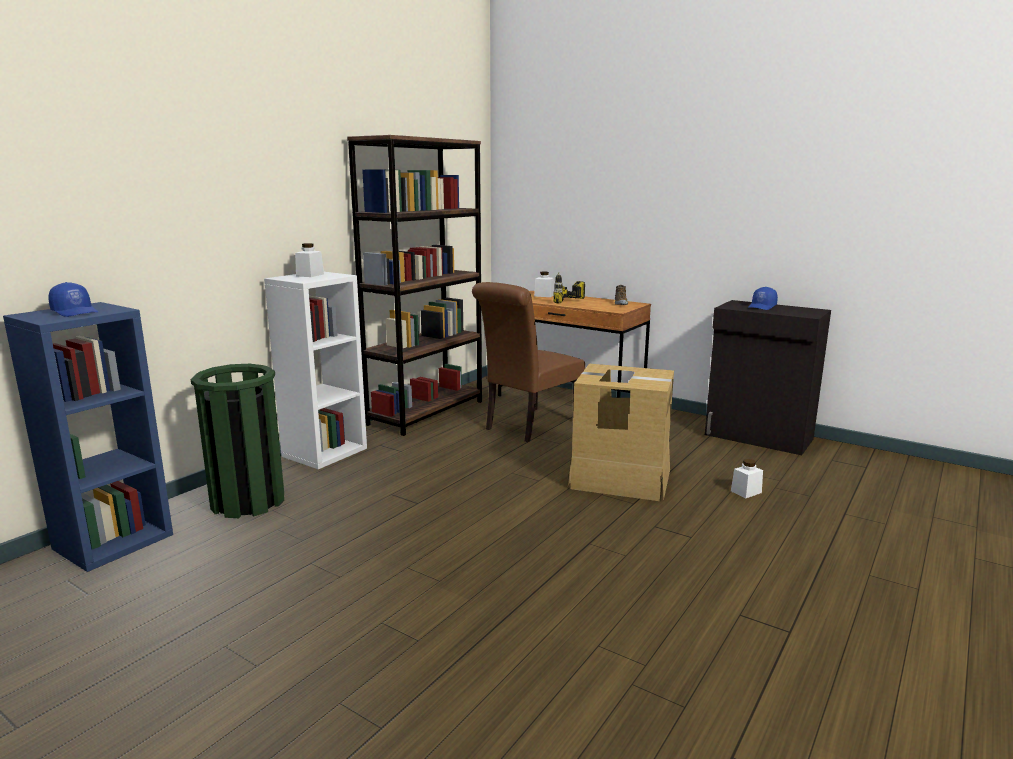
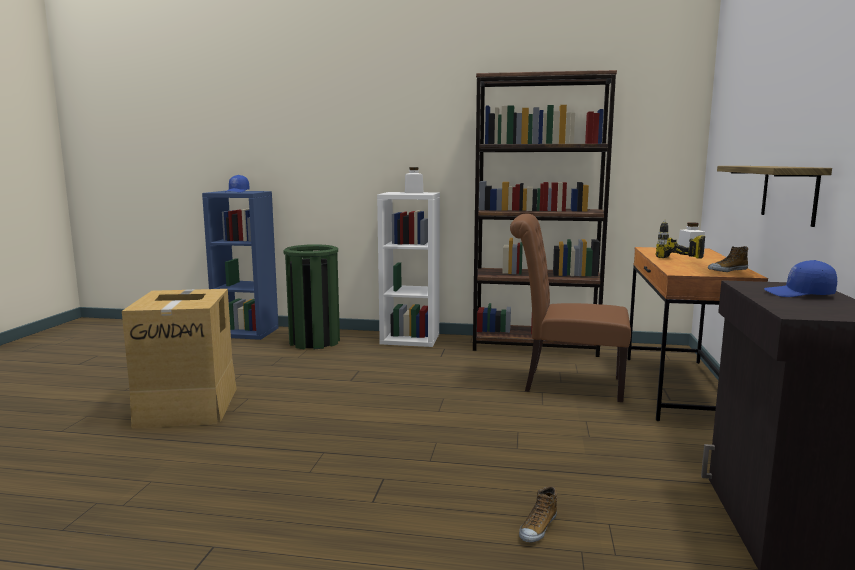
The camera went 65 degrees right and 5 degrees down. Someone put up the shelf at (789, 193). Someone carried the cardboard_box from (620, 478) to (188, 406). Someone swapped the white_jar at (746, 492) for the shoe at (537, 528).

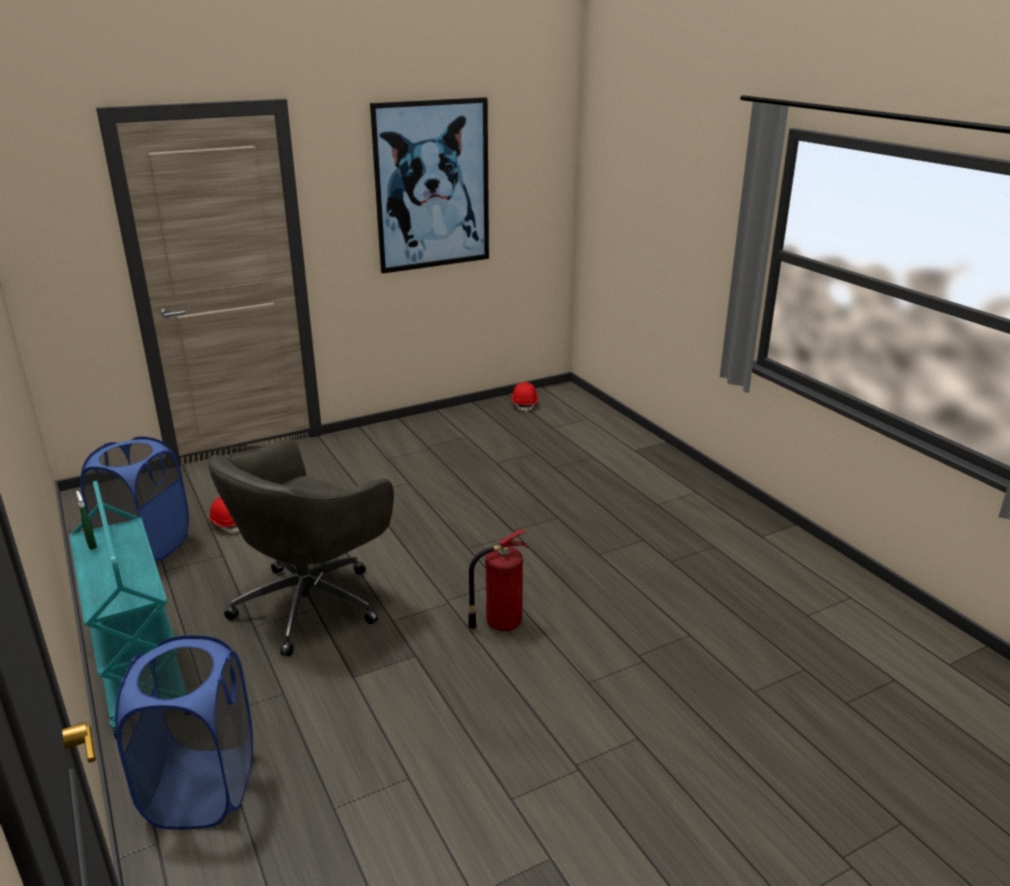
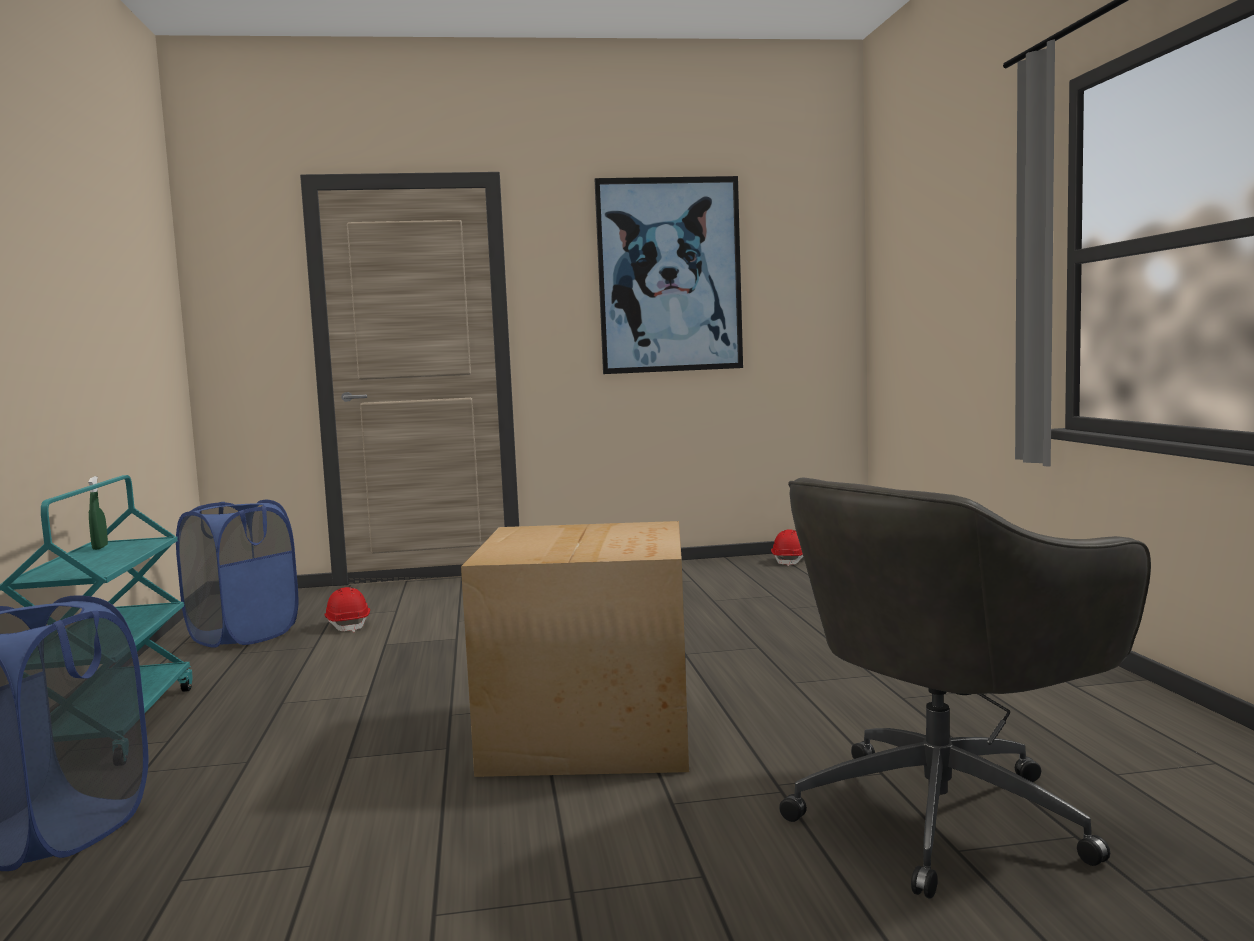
The camera went 20 degrees right and 20 degrees down. Someone carried the grey_office_chair from (311, 603) to (946, 815). Someone swapped the fire_extinguisher at (501, 623) for the cardboard_box at (593, 731).

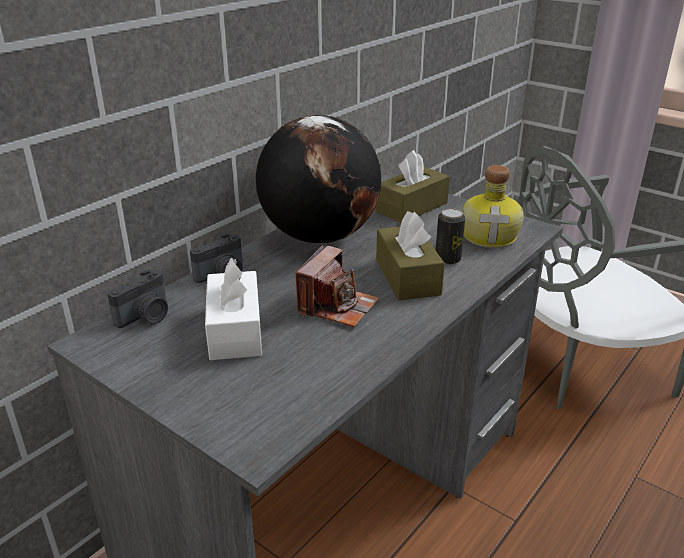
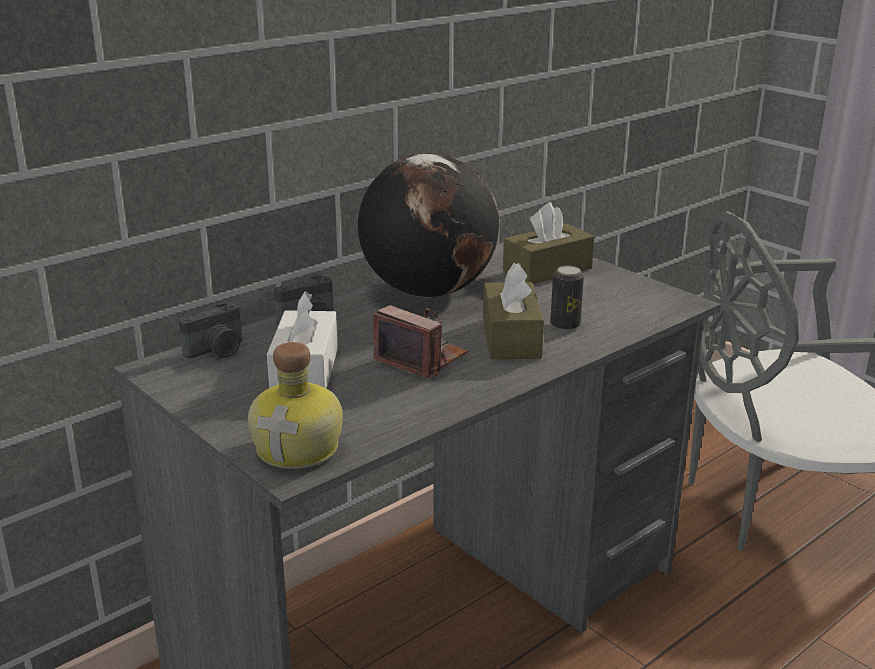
The camera went 10 degrees right and 5 degrees down. Someone carried the bottle from (491, 236) to (300, 448). Someone rotated the photo_camera at (337, 306) by 90 degrees counterclockwise.

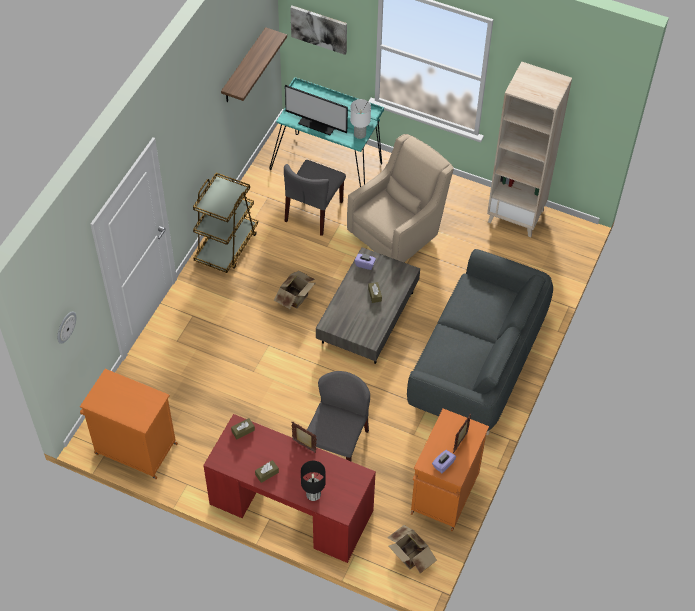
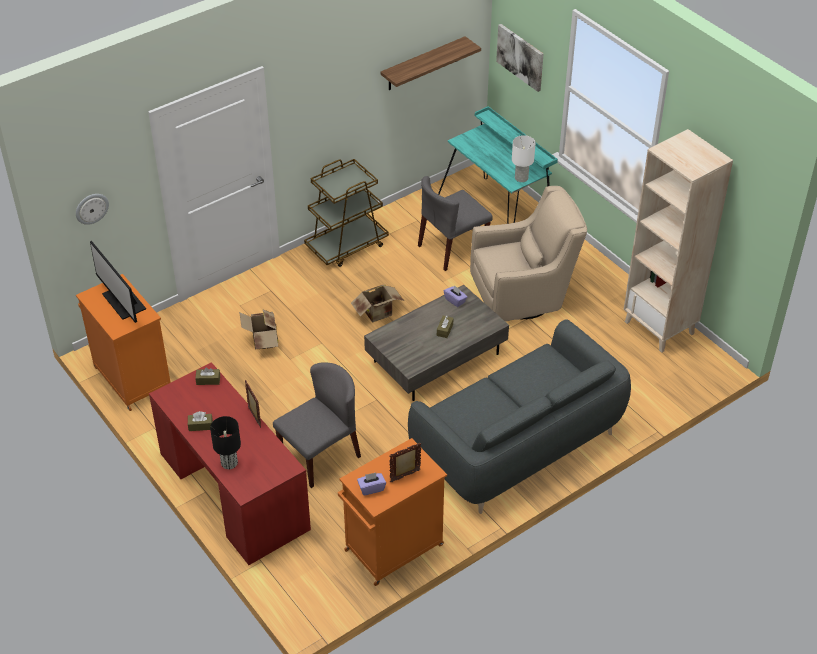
The camera went 30 degrees right and 10 degrees down. Someone carried the monitor from (318, 123) to (123, 302). Someone carried the cardboard_box from (409, 557) to (262, 341).

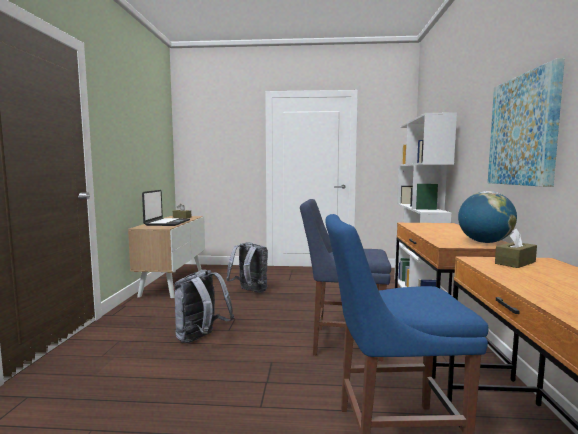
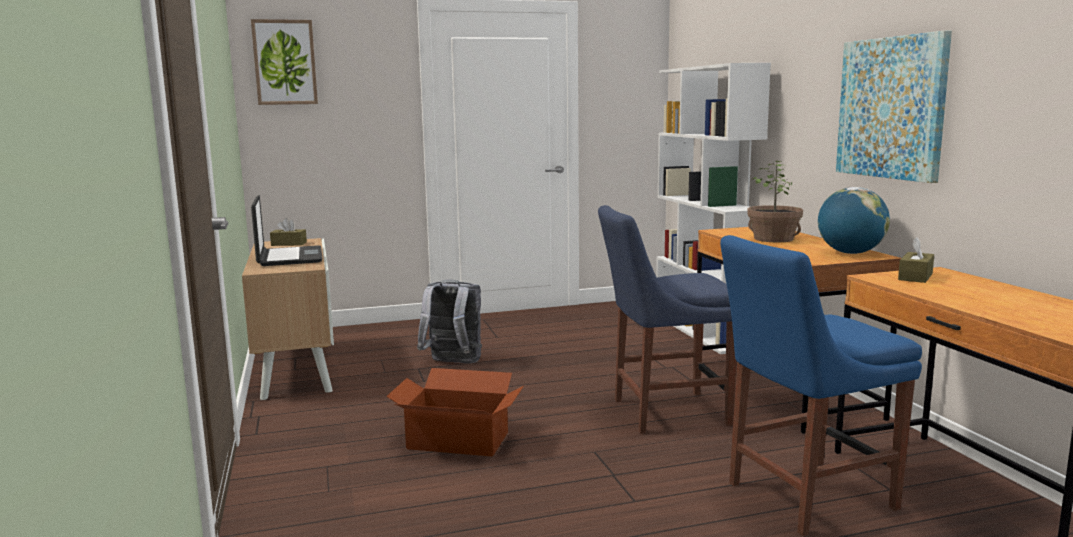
The camera went 20 degrees left and 5 degrees up. Someone put up the picture at (285, 62). Someone put down the potted_plant at (773, 239). Someone swapped the grey_backpack at (201, 338) for the cardboard_box at (458, 441).

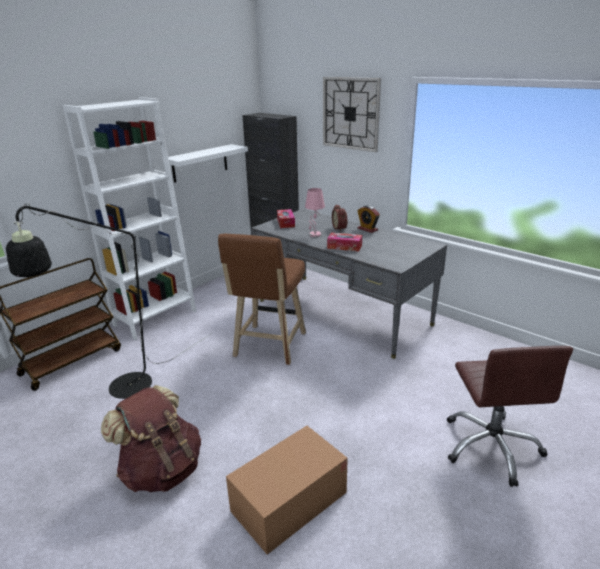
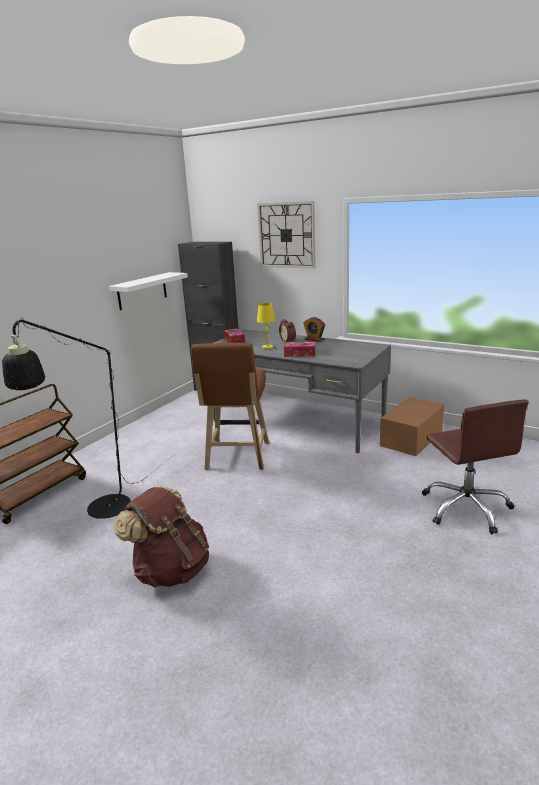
The camera went 10 degrees left and 5 degrees down. Someone took away the white_bookcase at (155, 318). Someone carried the cardboard_box from (289, 501) to (411, 438). Someone repainted the pink_table_lamp at (315, 235), which became the yellow_table_lamp at (267, 347).

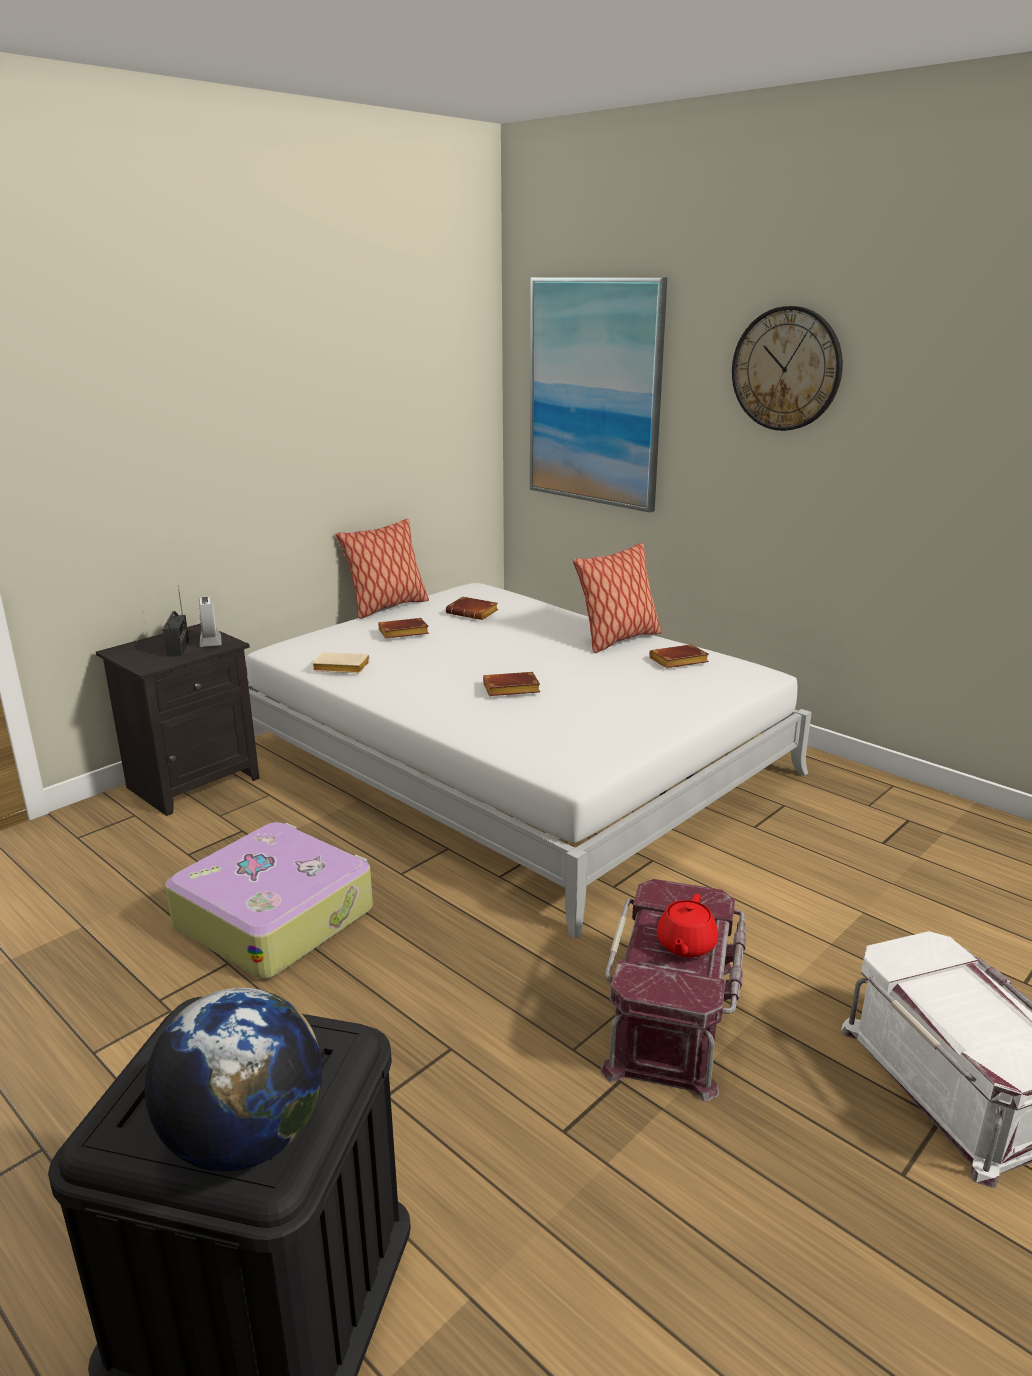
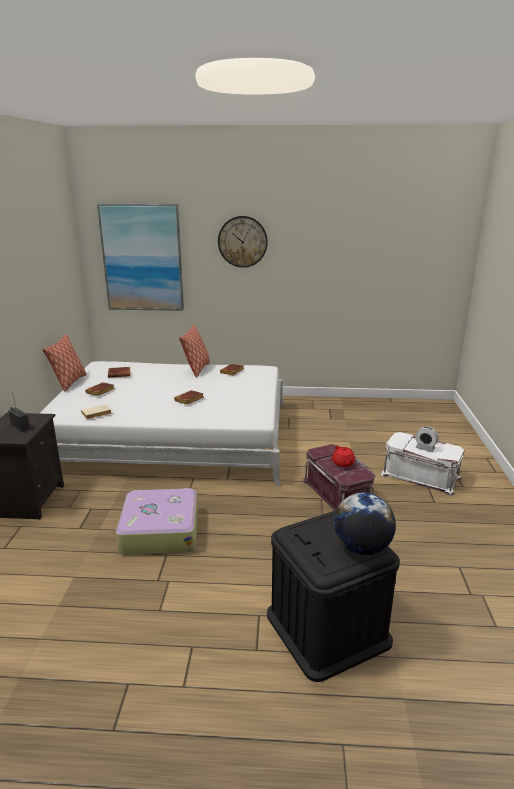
The camera went 40 degrees left and 0 degrees up. Someone carried the alarm_clock from (210, 642) to (425, 448).

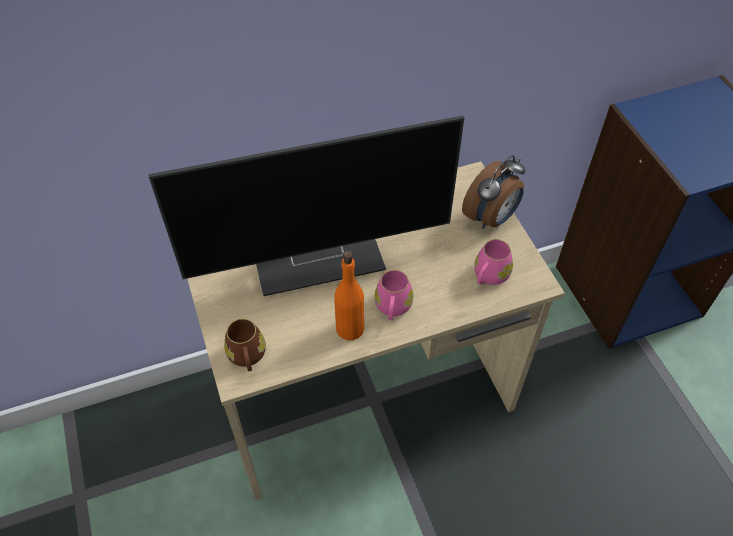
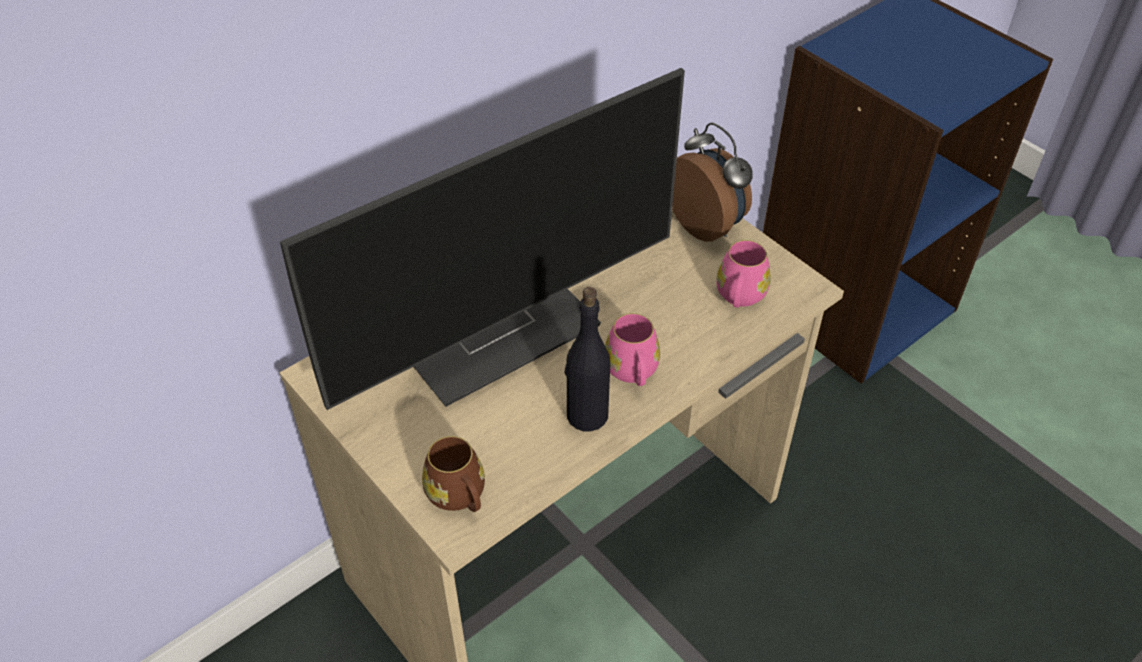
The camera went 20 degrees left and 5 degrees down. Someone repainted the orange_bottle at (349, 328), which became the black_bottle at (586, 415). Someone rotated the alarm_clock at (491, 218) by 60 degrees counterclockwise.

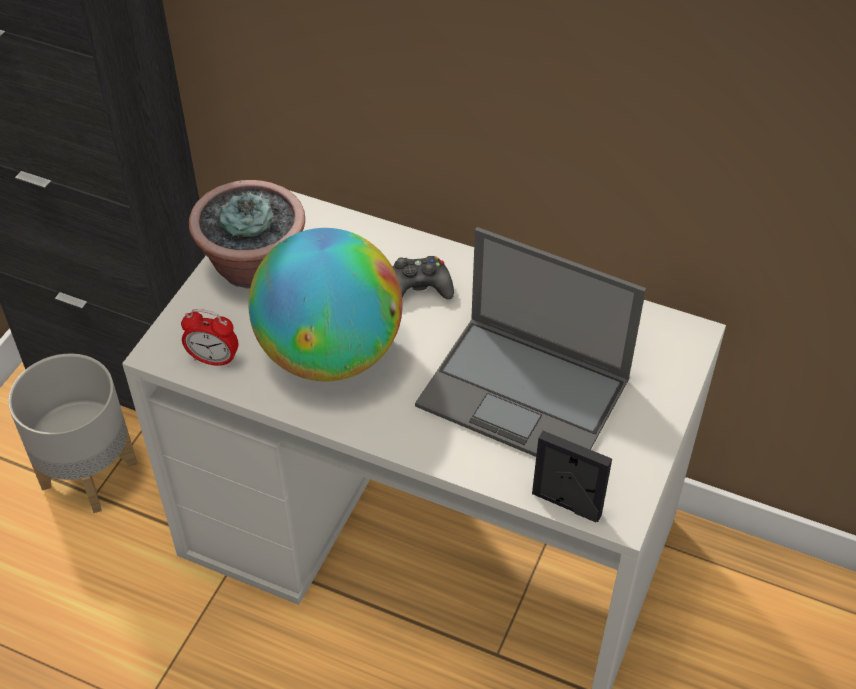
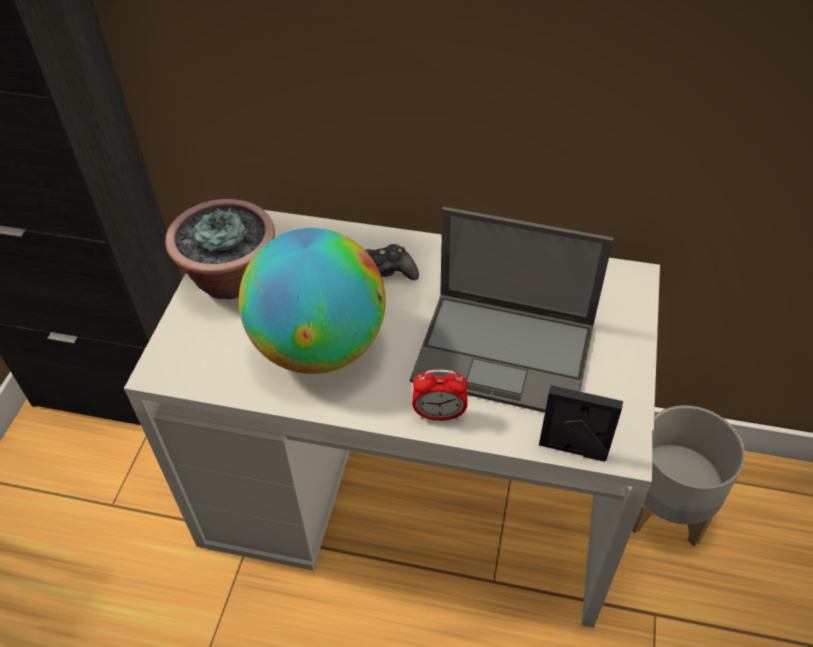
The camera went 10 degrees left and 0 degrees up. Someone carried the grey_planter from (90, 473) to (665, 509). Someone carried the alarm_clock from (214, 359) to (439, 414).

